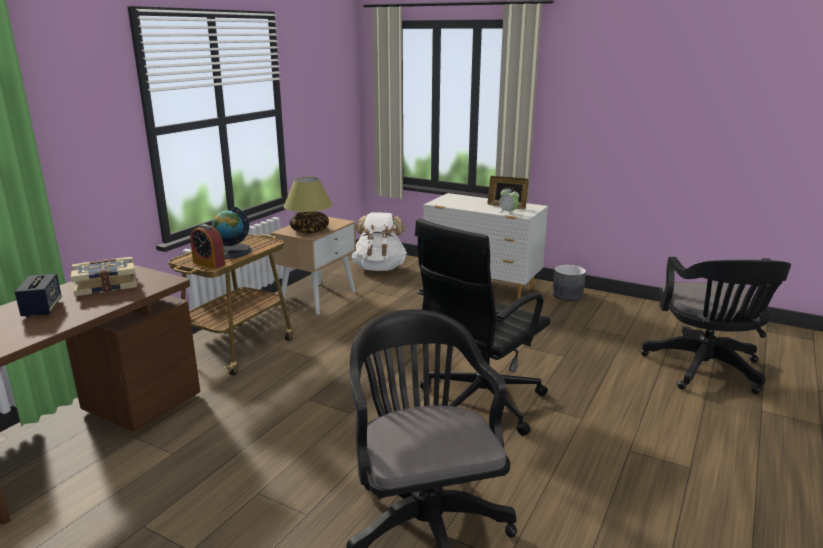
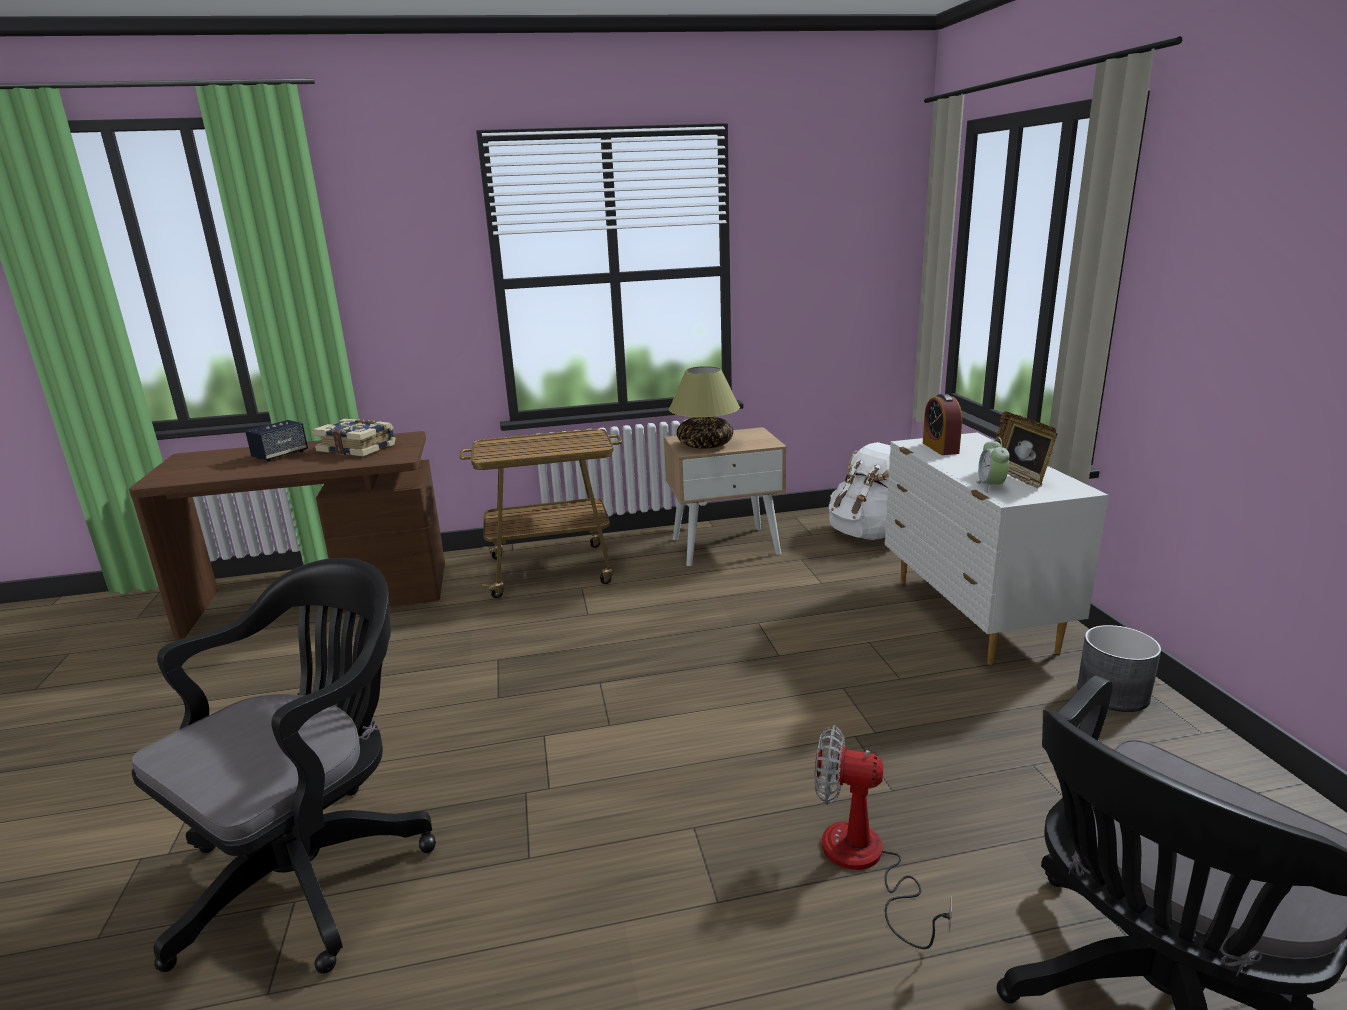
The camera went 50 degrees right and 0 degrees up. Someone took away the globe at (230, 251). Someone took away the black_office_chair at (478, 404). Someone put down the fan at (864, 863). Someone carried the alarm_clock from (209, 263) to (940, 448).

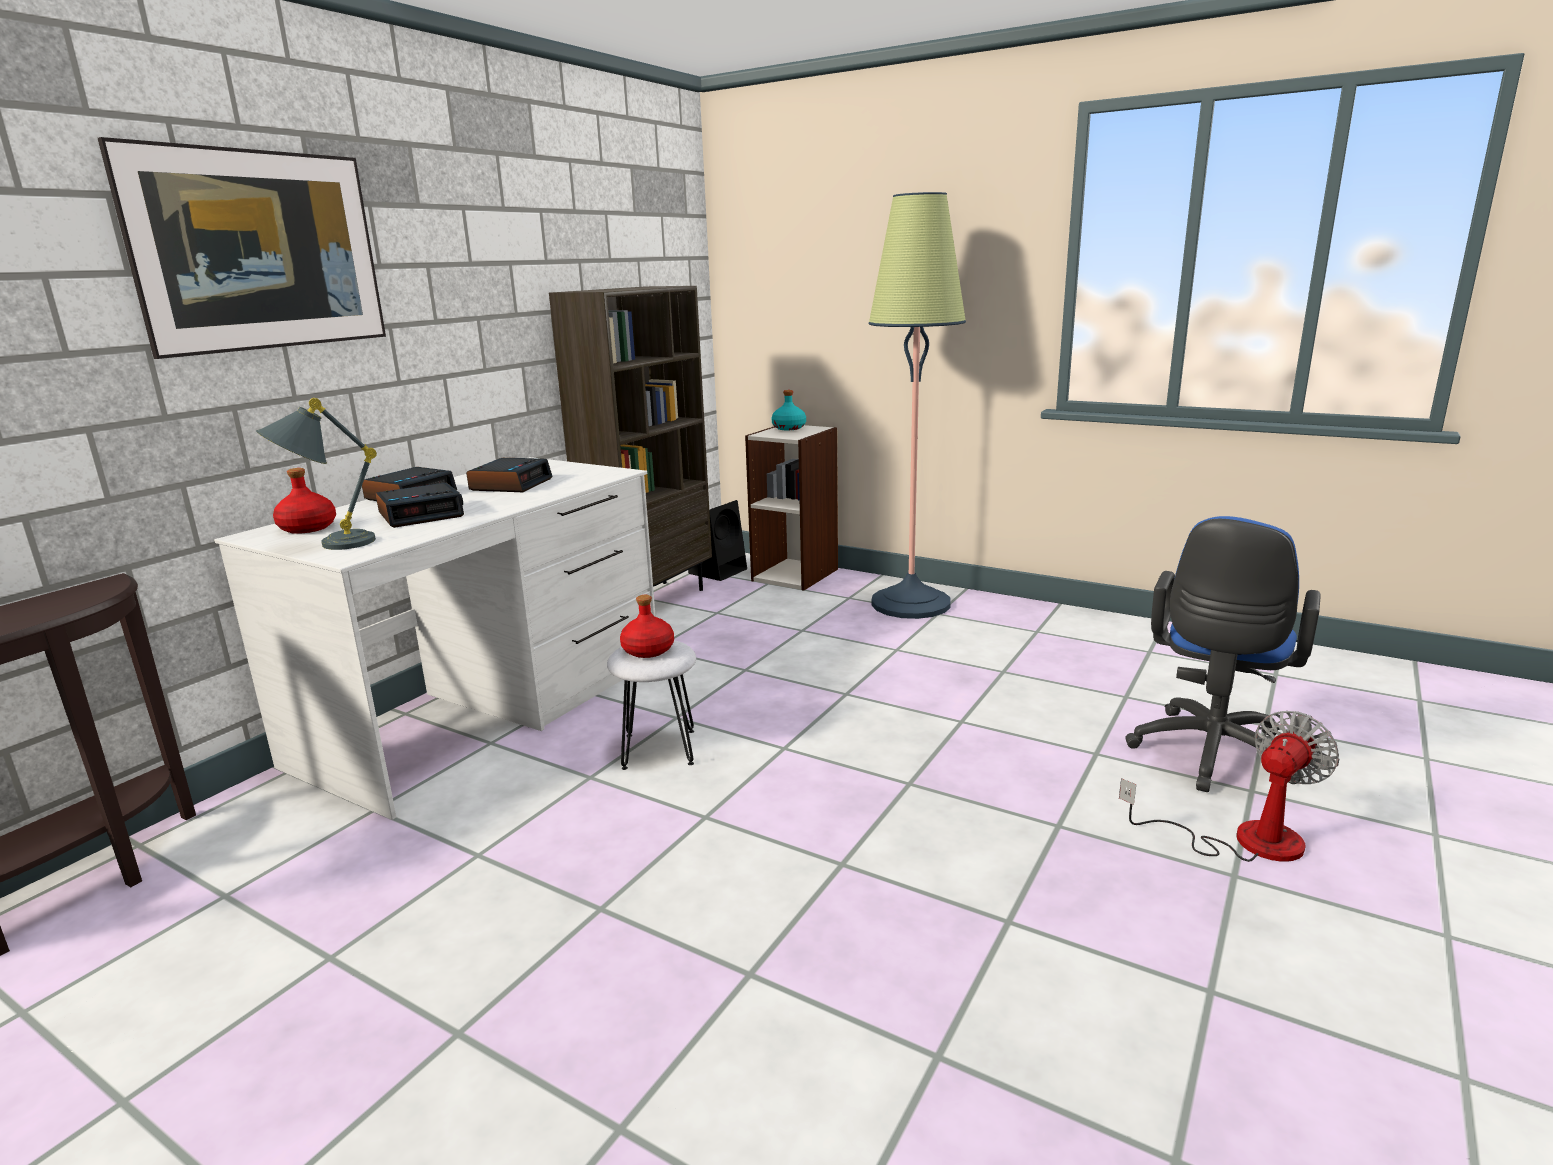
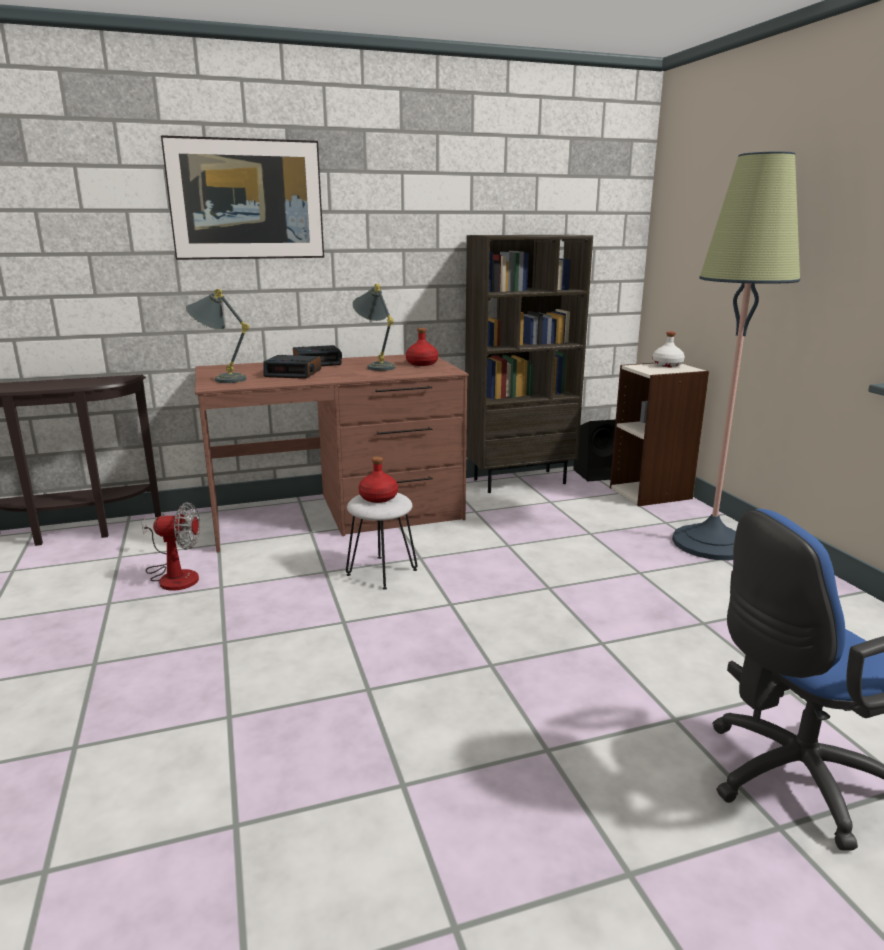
The camera went 40 degrees right and 0 degrees up. Someone carried the red_bottle from (307, 528) to (421, 363). Someone carried the fan from (1243, 840) to (174, 575). Someone swapped the alarm_clock at (511, 484) for the grey_table_lamp at (376, 366). Someone repainted the white_desk at (489, 709), which became the brown_desk at (337, 514). Someone repainted the turquoise_bottle at (788, 428), which became the white_bottle at (667, 365).

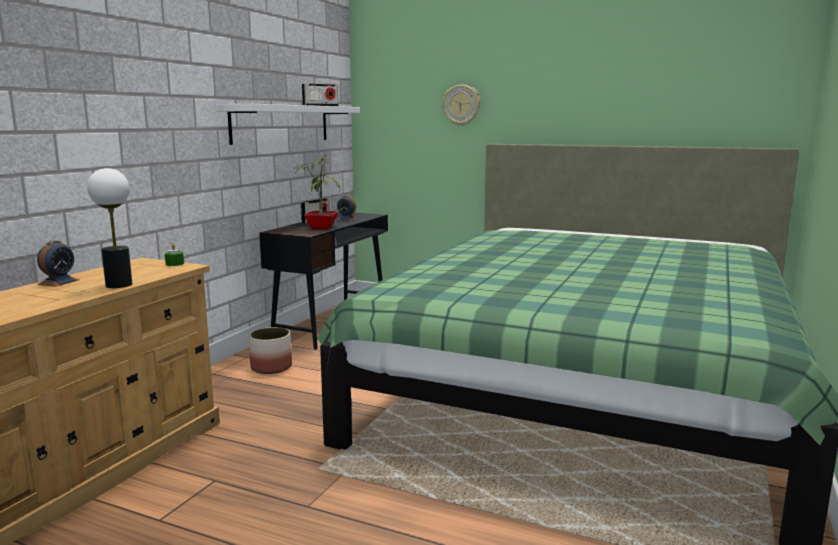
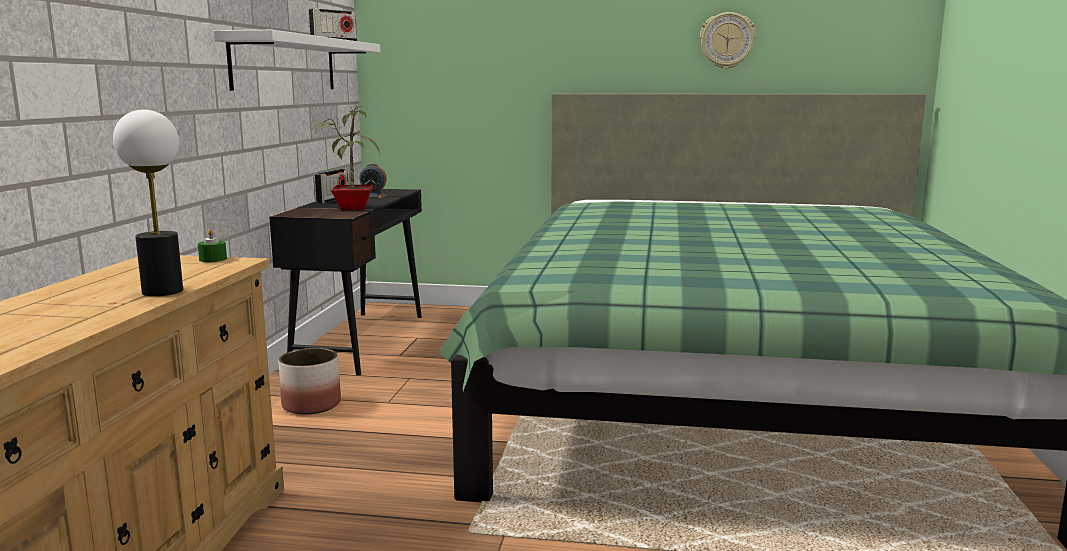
The camera went 15 degrees left and 0 degrees up. Someone took away the alarm_clock at (58, 282). Someone carried the wall_clock from (461, 105) to (727, 40).

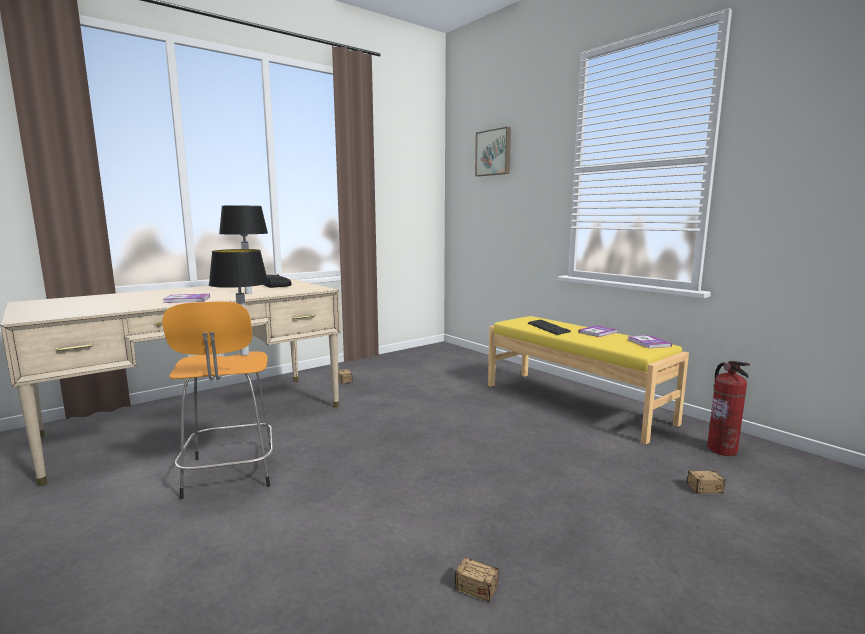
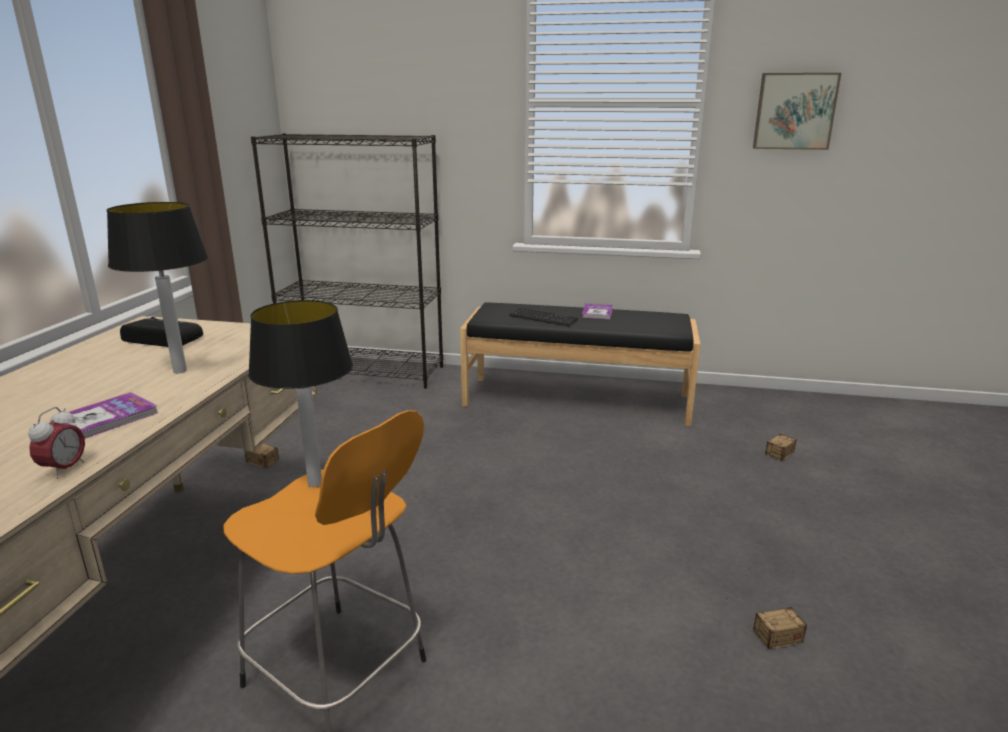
The camera went 40 degrees left and 10 degrees up. Someone took away the book at (648, 343). Someone took away the fire_extinguisher at (722, 450). Someone put down the alarm_clock at (64, 469). Someone put down the black_bookcase at (365, 371). Someone carried the picture from (494, 152) to (794, 111). Someone repainted the yellow_bench at (575, 403), which became the black_bench at (577, 399).

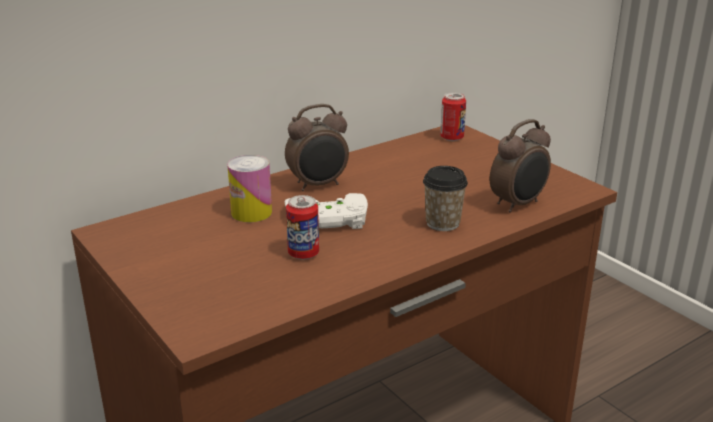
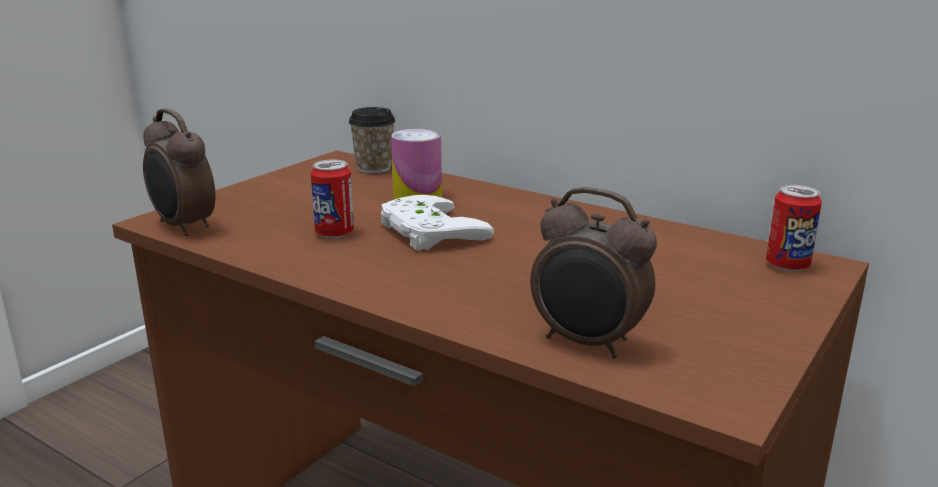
The camera went 70 degrees right and 5 degrees down. Someone carried the alarm_clock from (318, 185) to (183, 227). Someone carried the cup from (442, 223) to (374, 168).

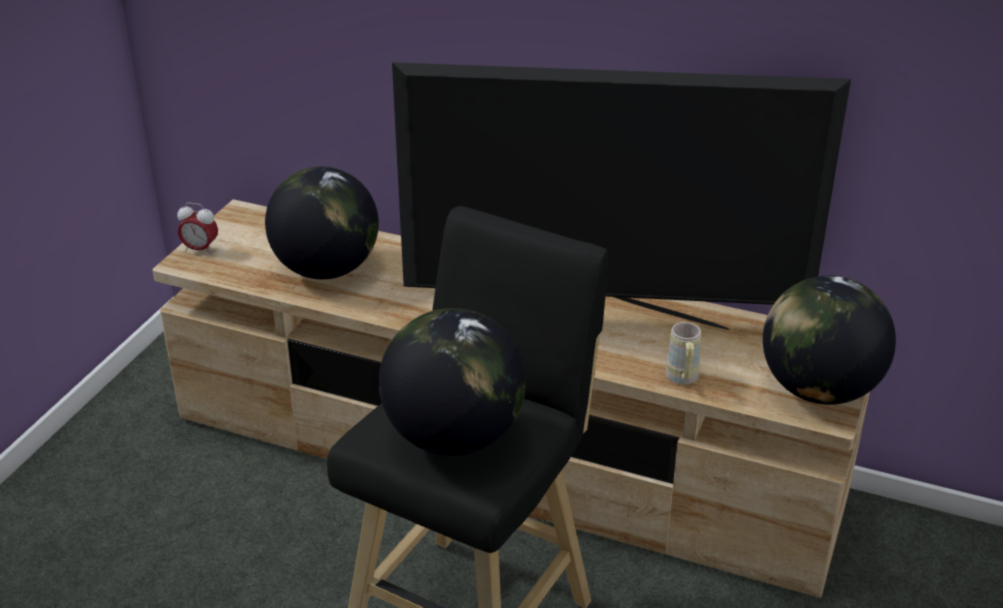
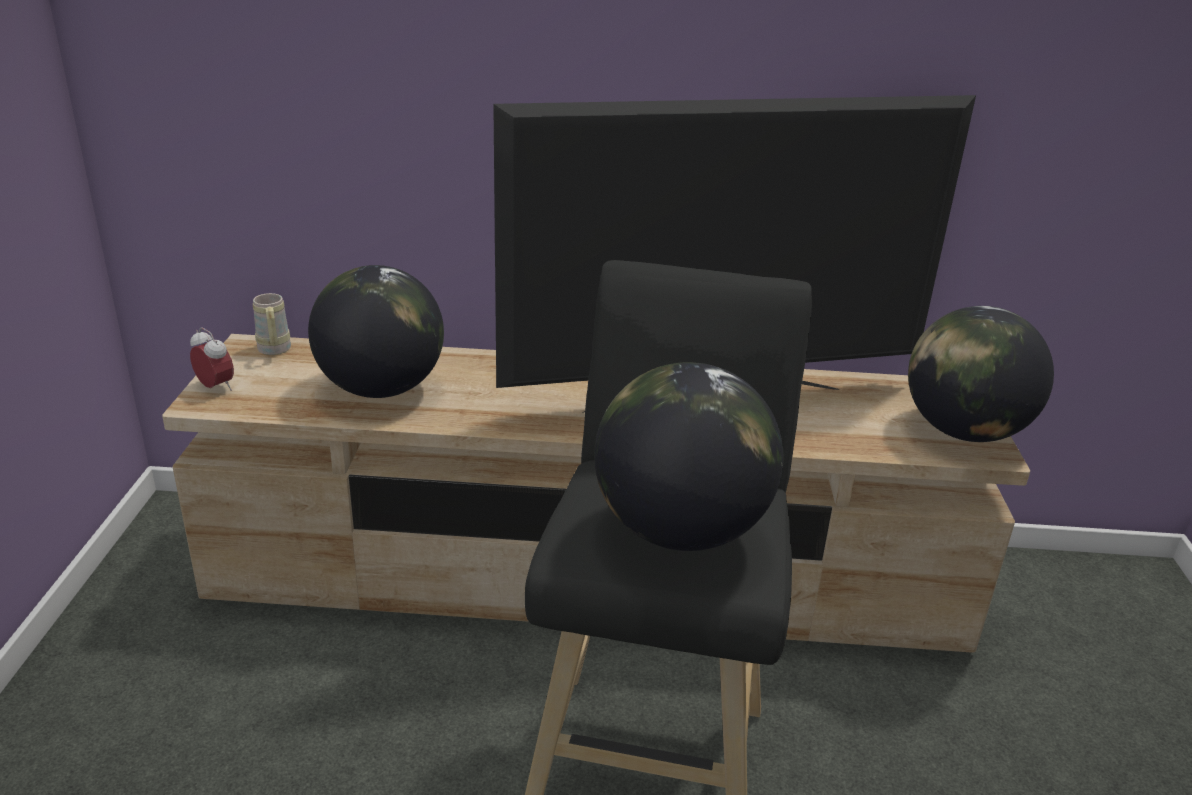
The camera went 20 degrees left and 5 degrees down. Someone carried the beige_mug from (682, 380) to (274, 351). Someone rotated the alarm_clock at (200, 250) by 135 degrees counterclockwise.

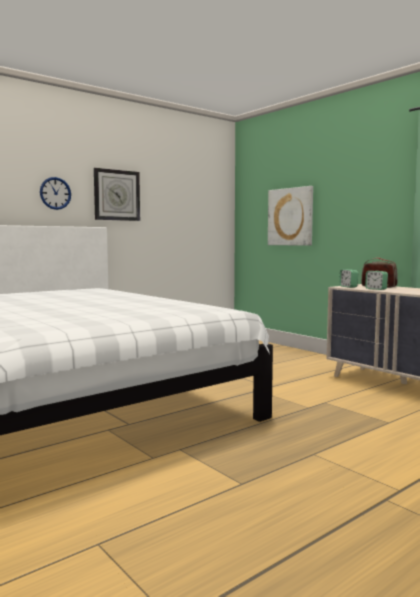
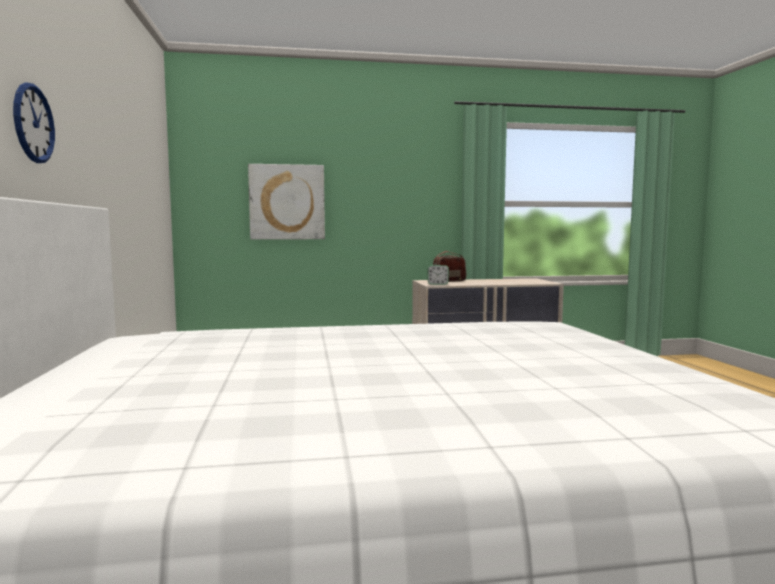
The camera went 60 degrees left and 0 degrees up. Someone took away the wall_clock at (116, 195). Someone took away the alarm_clock at (376, 289).

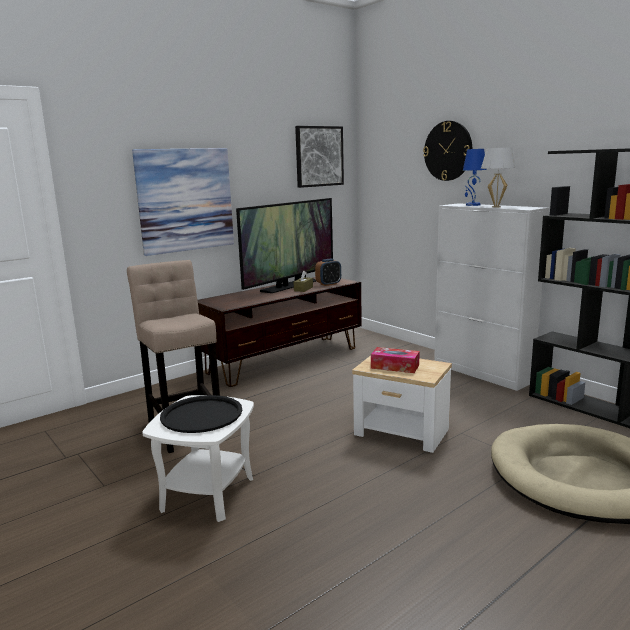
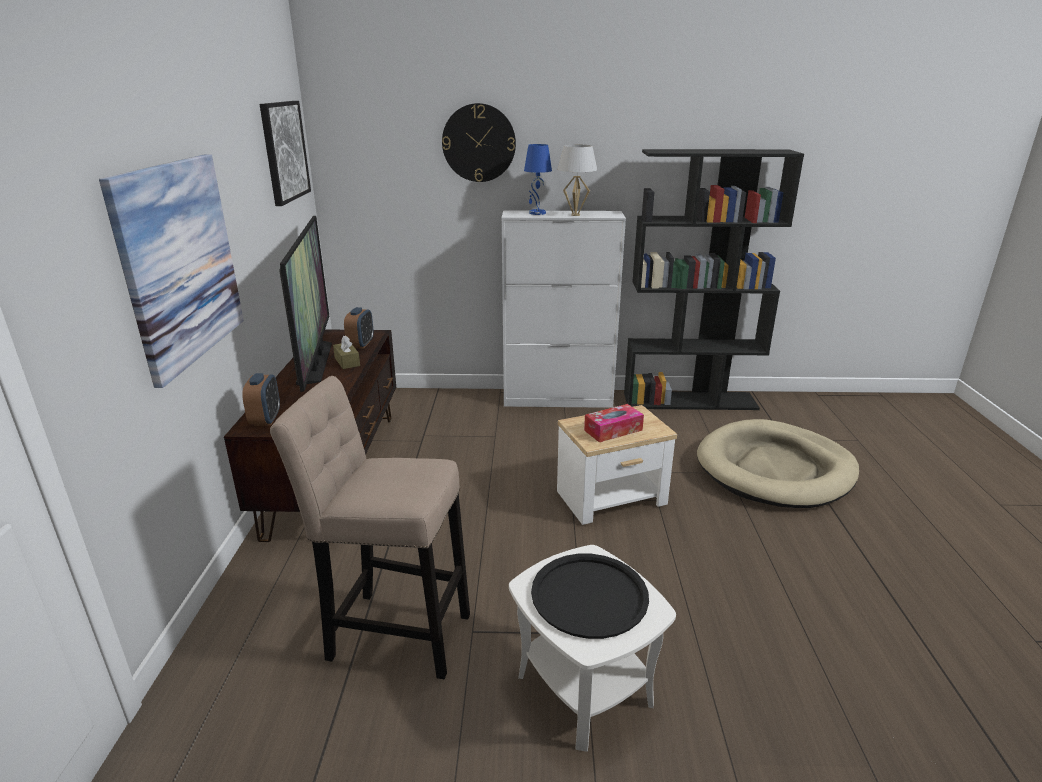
The camera went 50 degrees left and 10 degrees up. Someone put down the alarm_clock at (266, 419).

